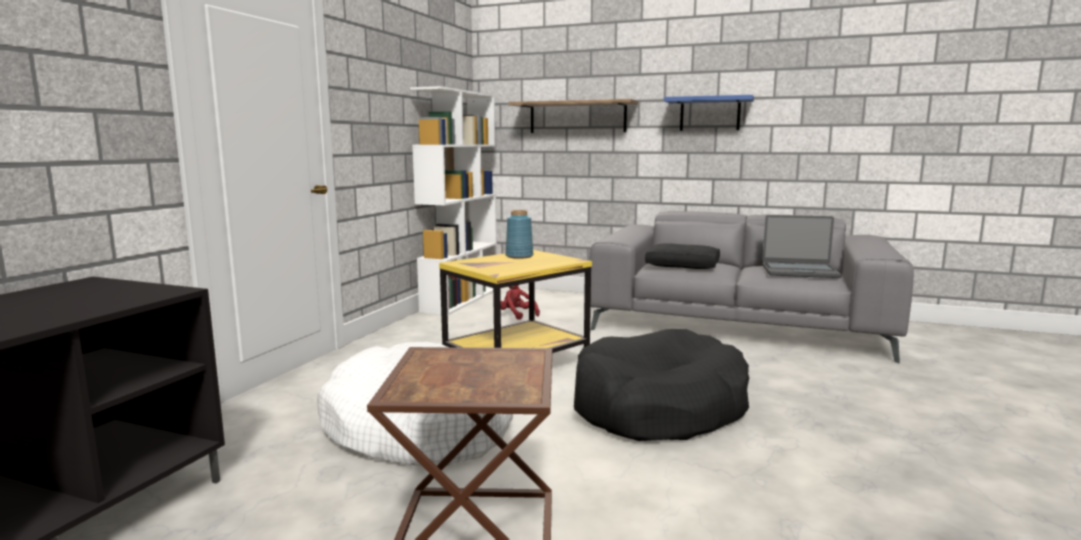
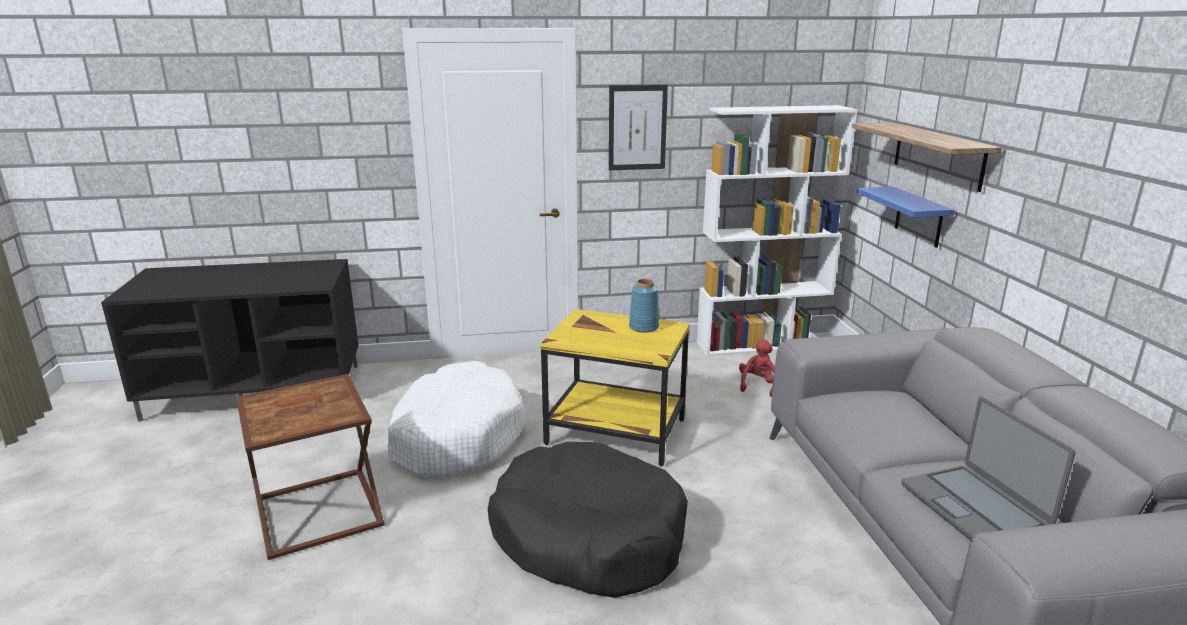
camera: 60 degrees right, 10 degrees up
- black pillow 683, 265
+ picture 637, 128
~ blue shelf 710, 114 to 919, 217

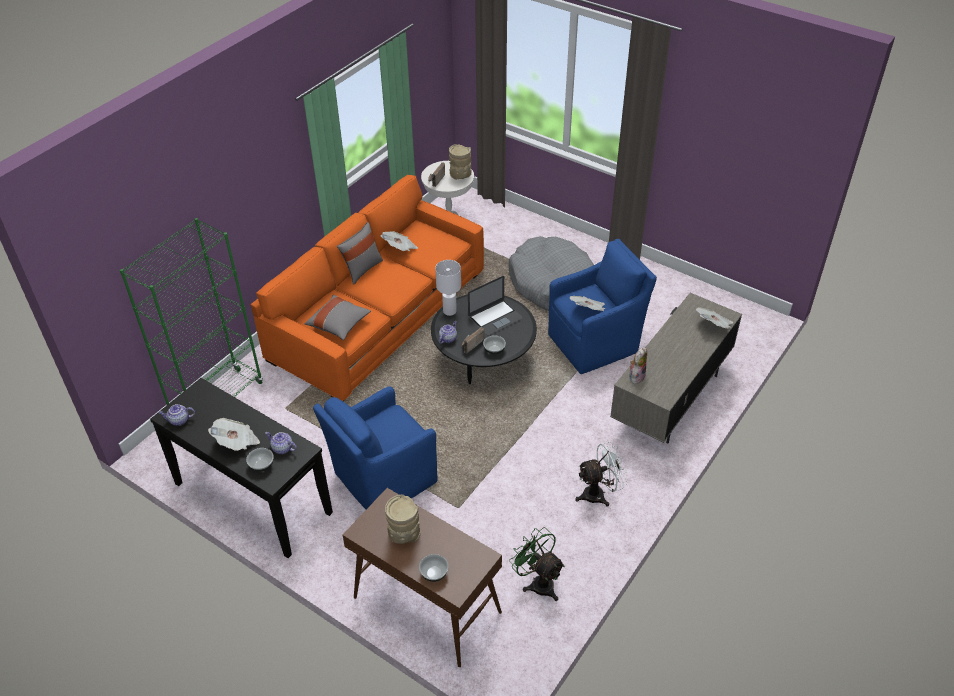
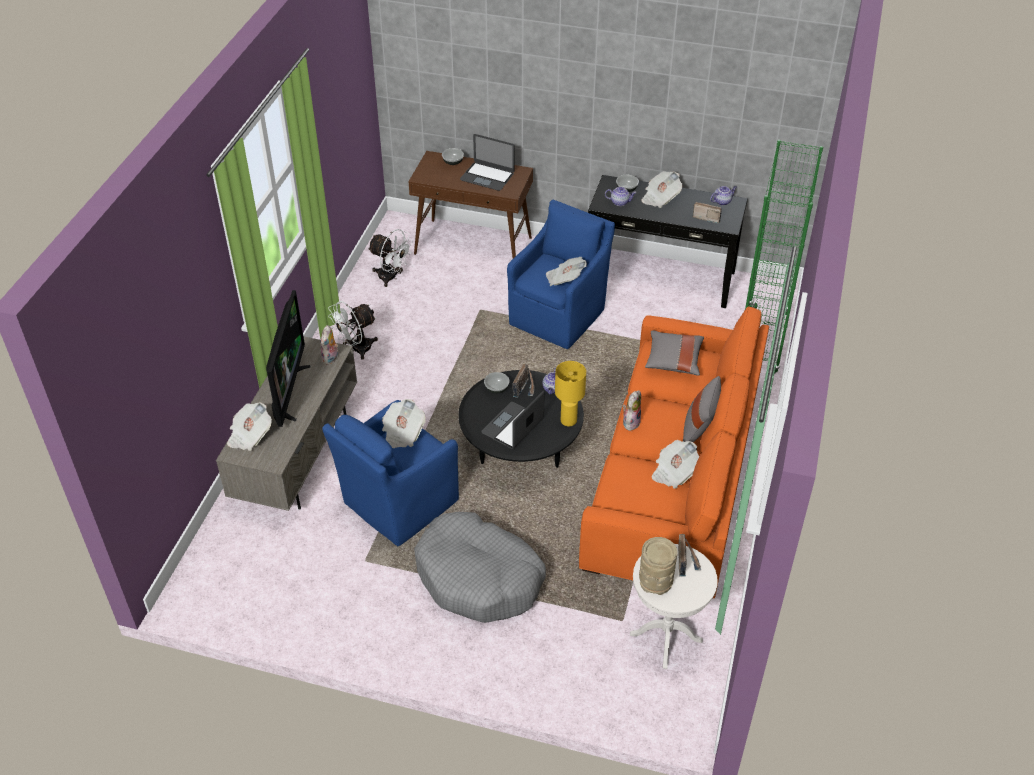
camera: 160 degrees right, 0 degrees up
+ television 288, 392
+ newspaper 564, 279
+ plush toy 630, 422
+ radio 706, 217
~ beige vase 403, 534 to laptop 487, 176
~ white table lamp 449, 311 to yellow table lamp 568, 420
~ green fan 538, 582 to white fan 391, 277

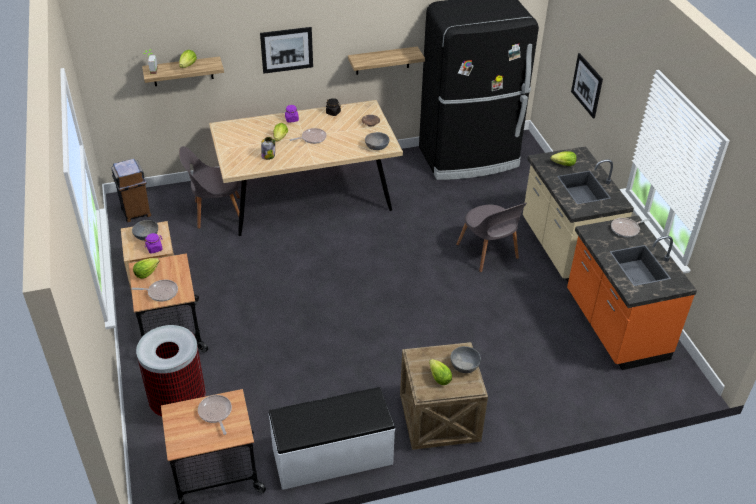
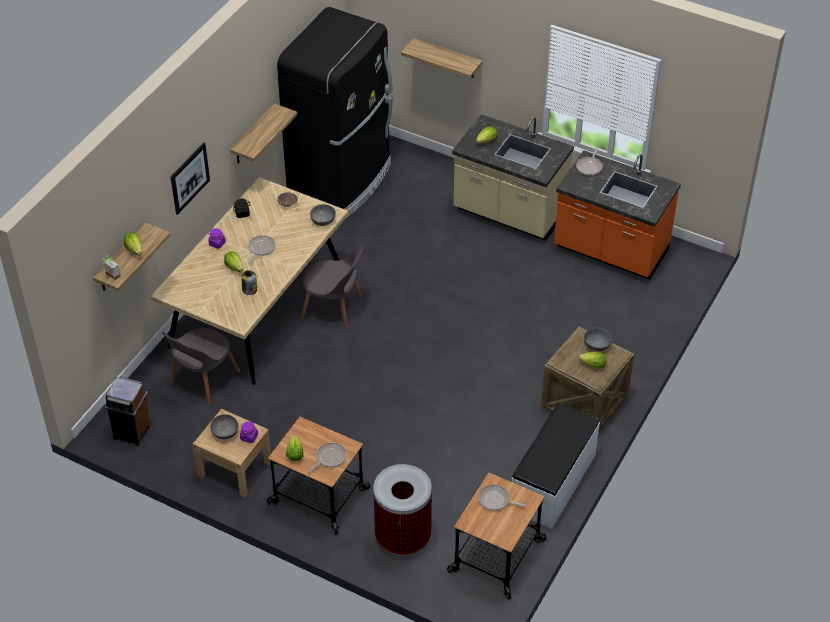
camera: 45 degrees left, 5 degrees up
~ grey chair 488, 253 to 334, 309
~ picture 587, 85 to shelf 447, 58

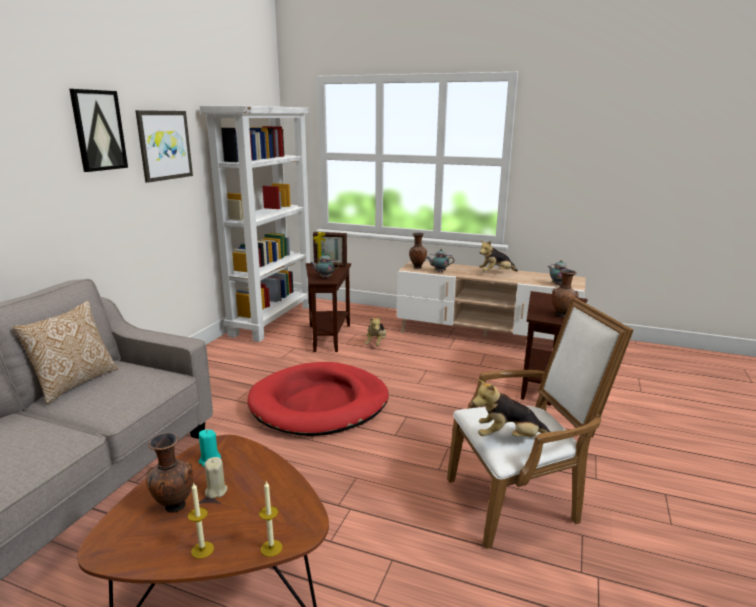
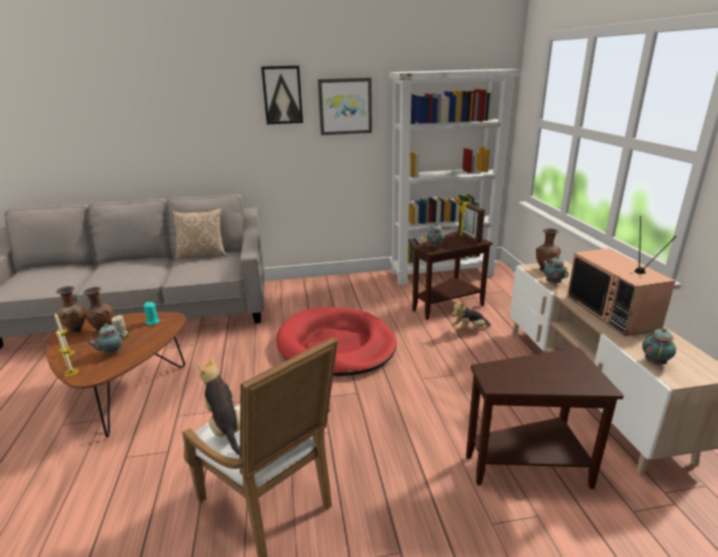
camera: 60 degrees right, 5 degrees up
+ teapot 112, 353
~ brown vase 562, 315 to 77, 330
~ plush toy 496, 273 to television 613, 312

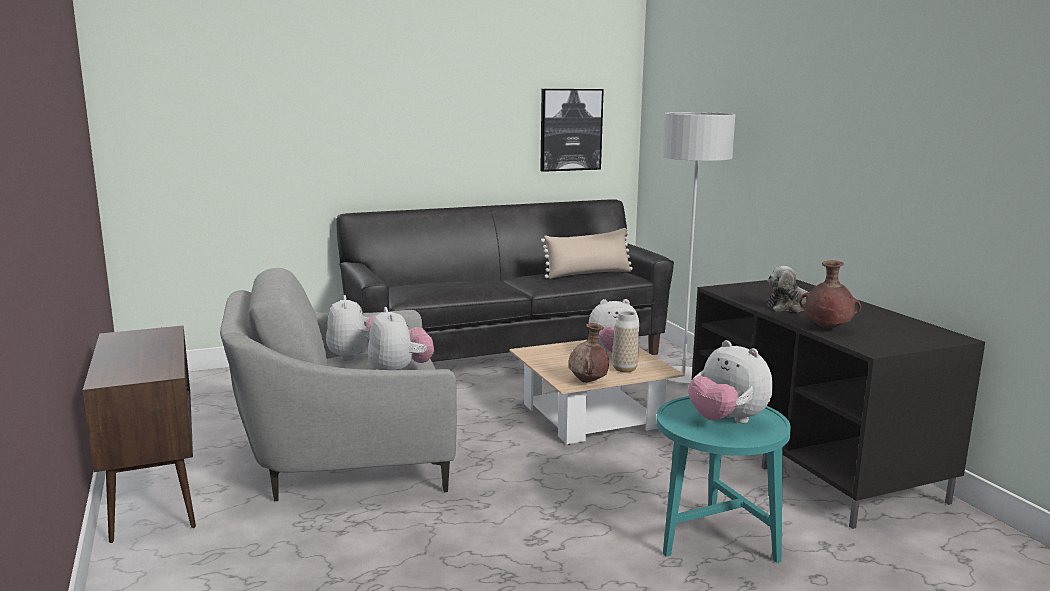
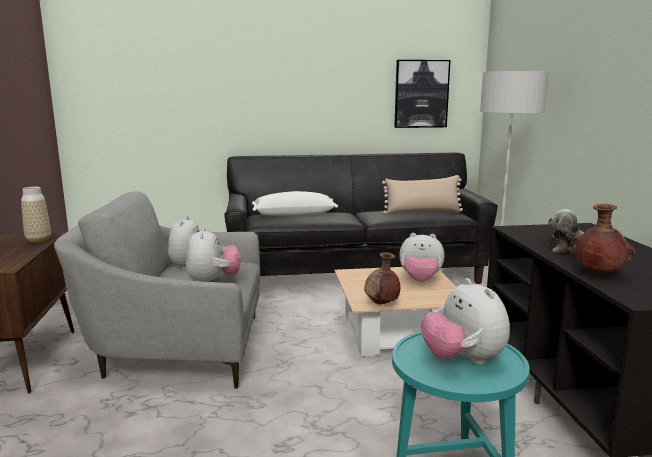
camera: 15 degrees right, 0 degrees up
+ white pillow 294, 214
~ vase 624, 369 to 38, 240

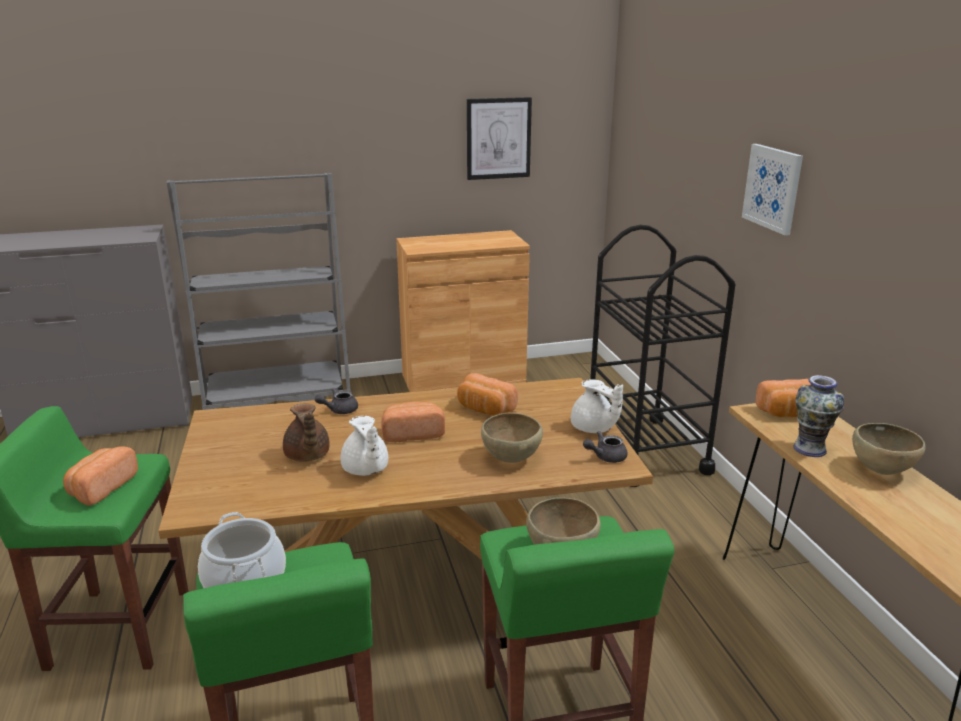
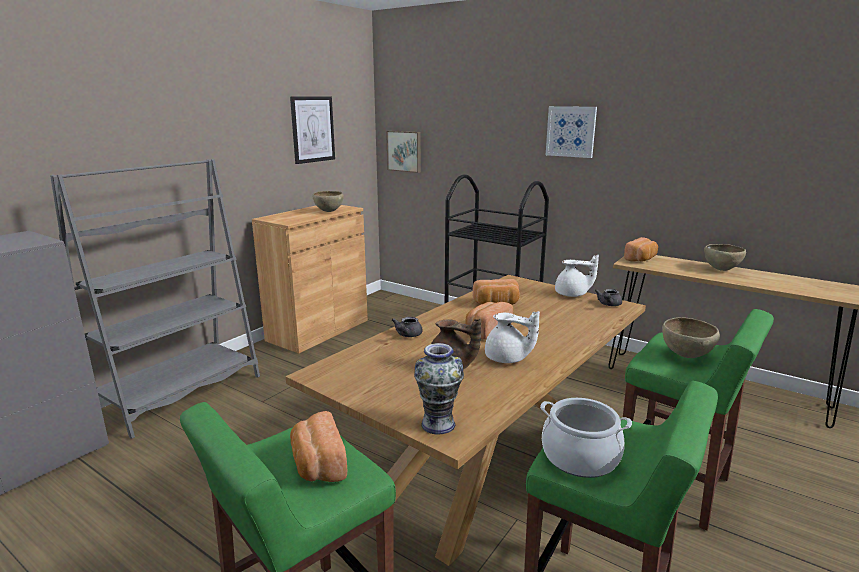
camera: 40 degrees left, 5 degrees down
+ picture 404, 151
~ brown bowl 511, 459 to 328, 212
~ vase 809, 449 to 438, 424

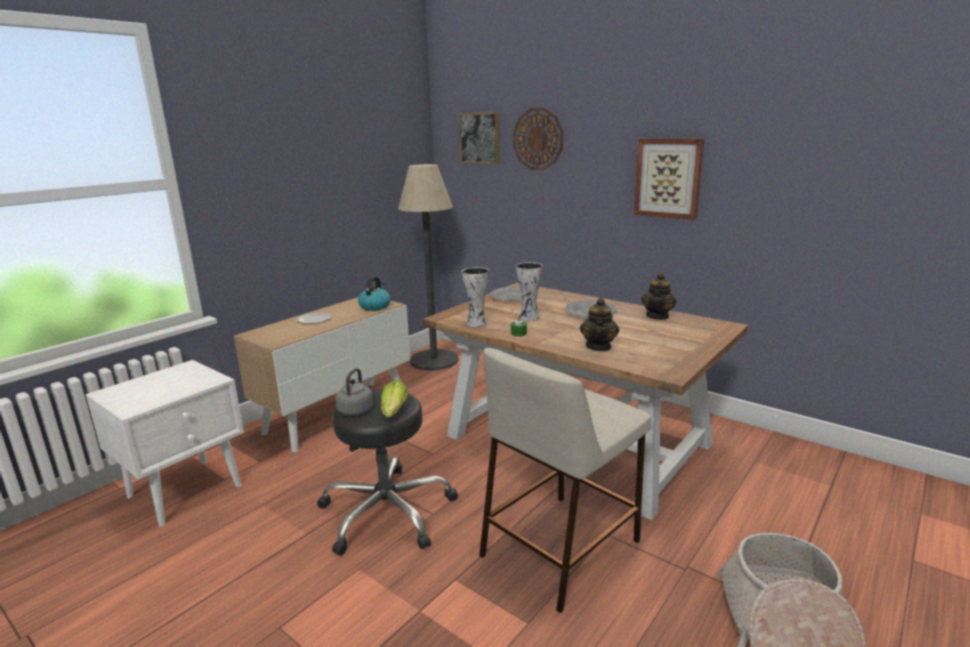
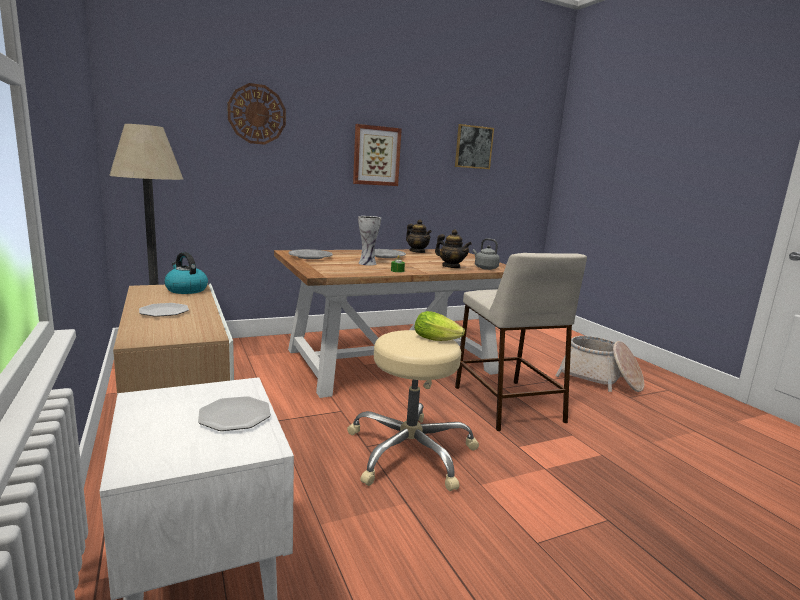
camera: 65 degrees left, 5 degrees down
- vase 477, 324
+ plate 235, 416
~ grey kettle 356, 409 to 485, 268
~ picture 480, 138 to 473, 147
~ black stool 387, 512 to beige stool 410, 452

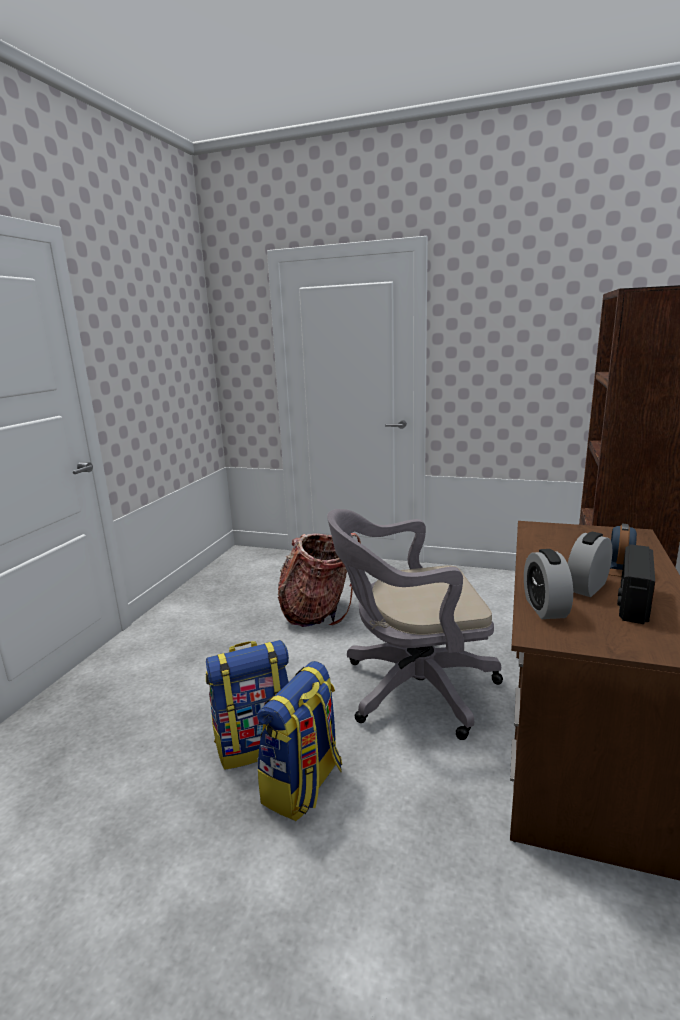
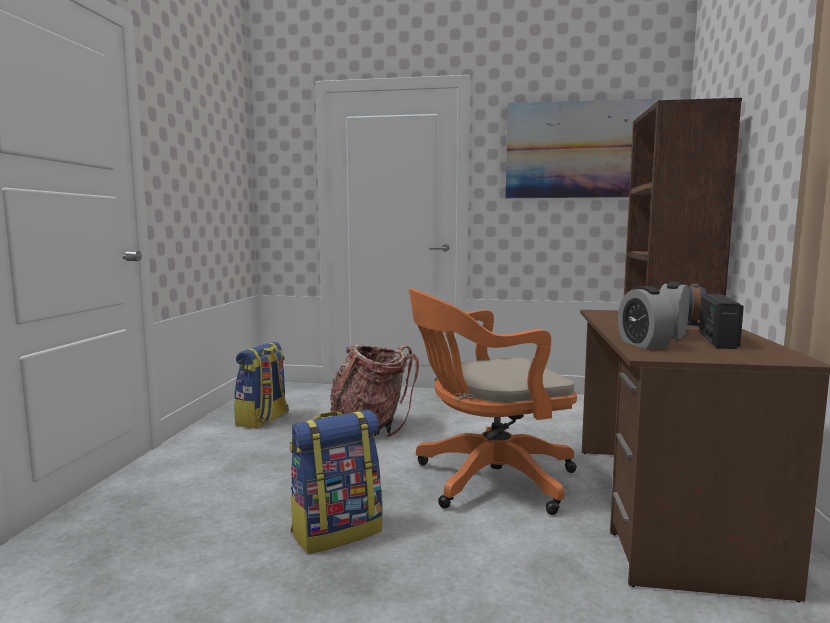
camera: 10 degrees left, 10 degrees down
+ picture 577, 150
~ backpack 303, 786 to 263, 420
~ grey office chair 411, 688 to orange office chair 487, 480

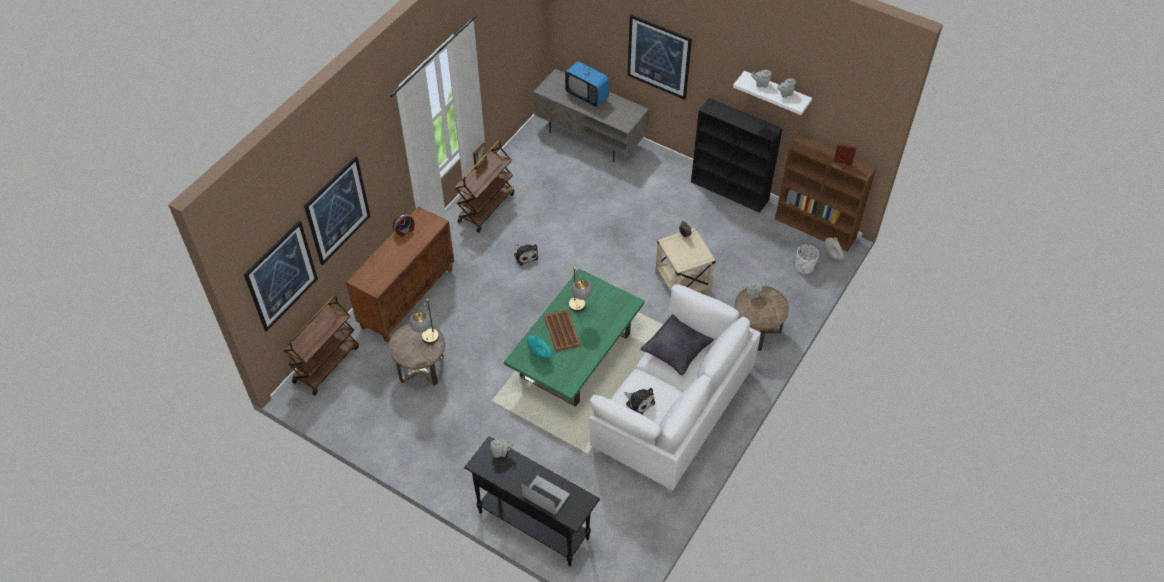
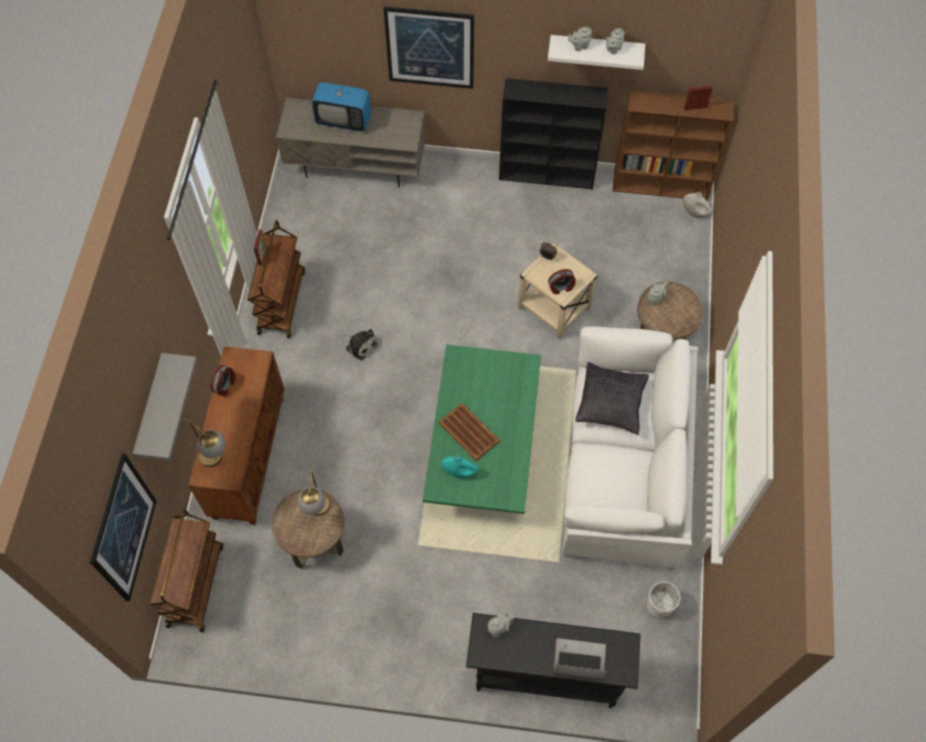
camera: 25 degrees left, 10 degrees up
- plush toy 639, 402
+ alarm clock 561, 288
~ table lamp 580, 309 to 217, 461
~ white planter 804, 267 to 659, 605
~ picture 337, 210 to grey shelf 151, 409

